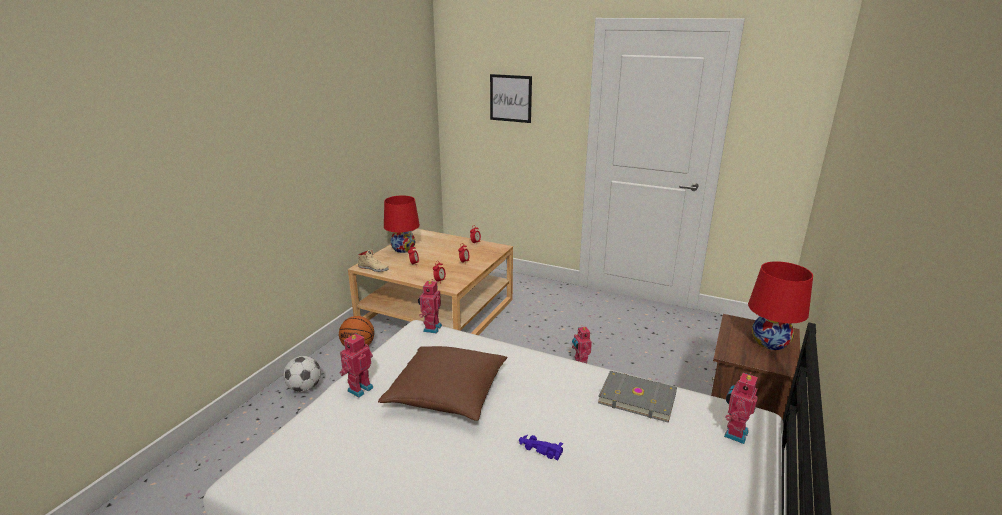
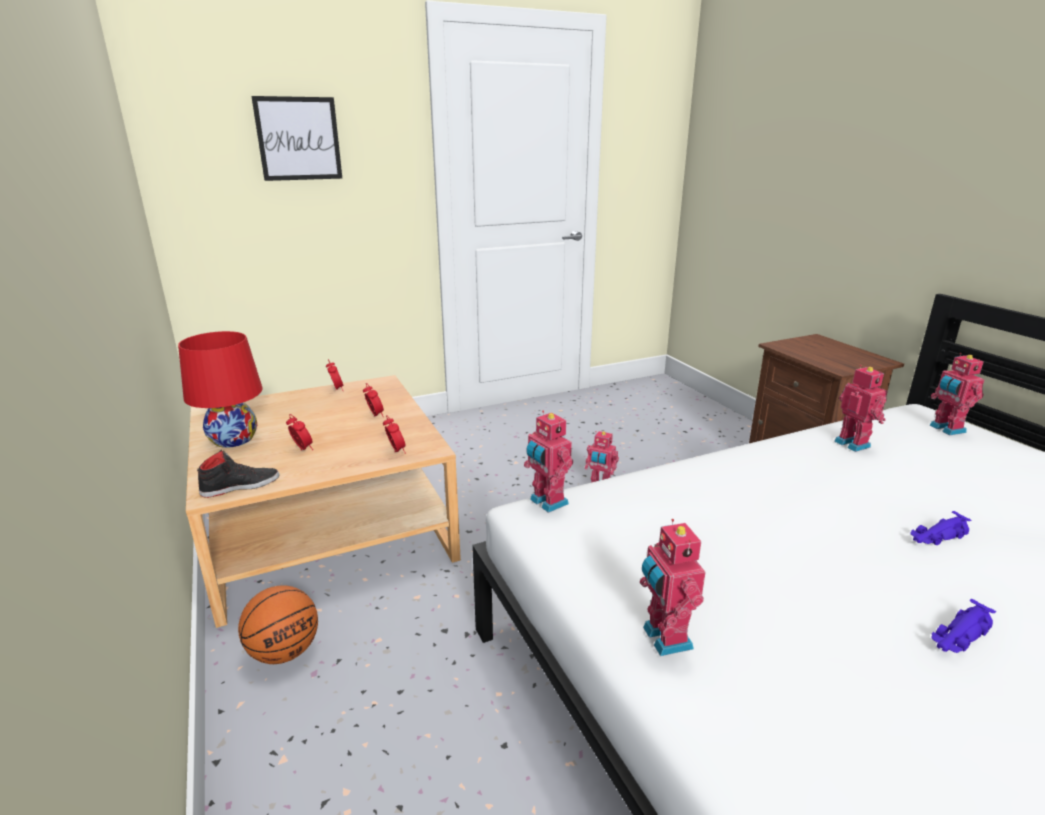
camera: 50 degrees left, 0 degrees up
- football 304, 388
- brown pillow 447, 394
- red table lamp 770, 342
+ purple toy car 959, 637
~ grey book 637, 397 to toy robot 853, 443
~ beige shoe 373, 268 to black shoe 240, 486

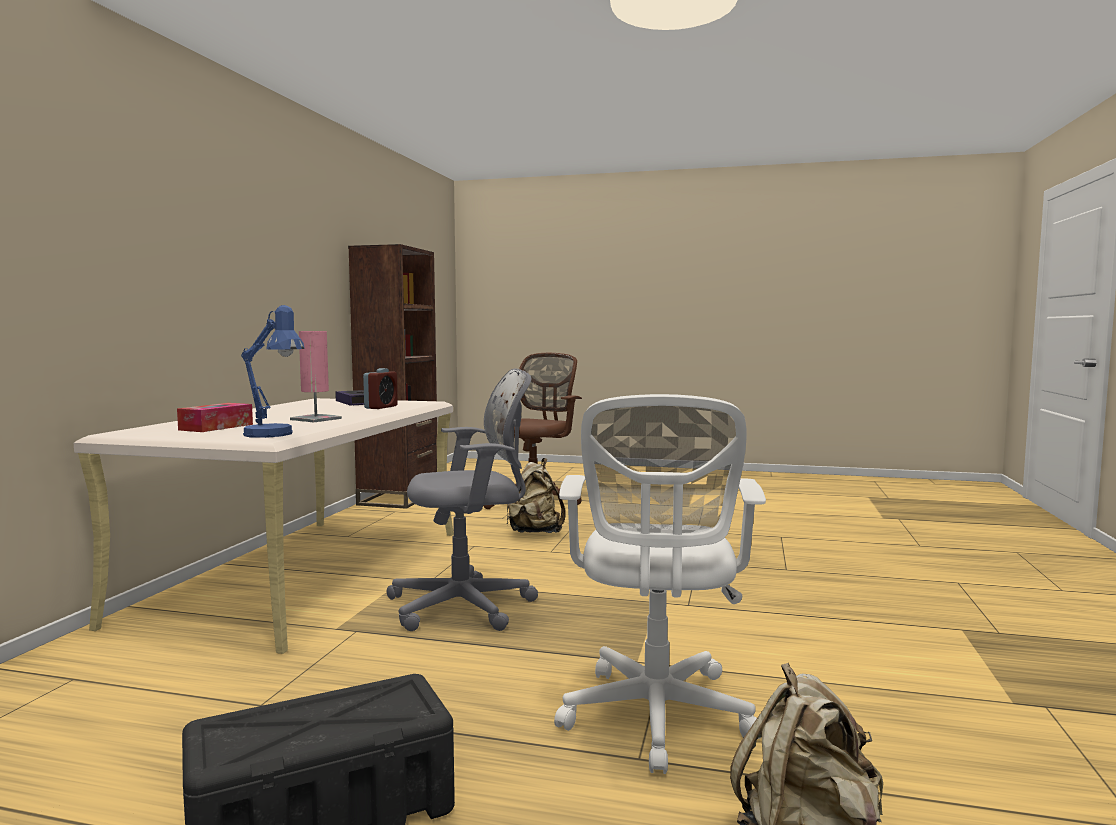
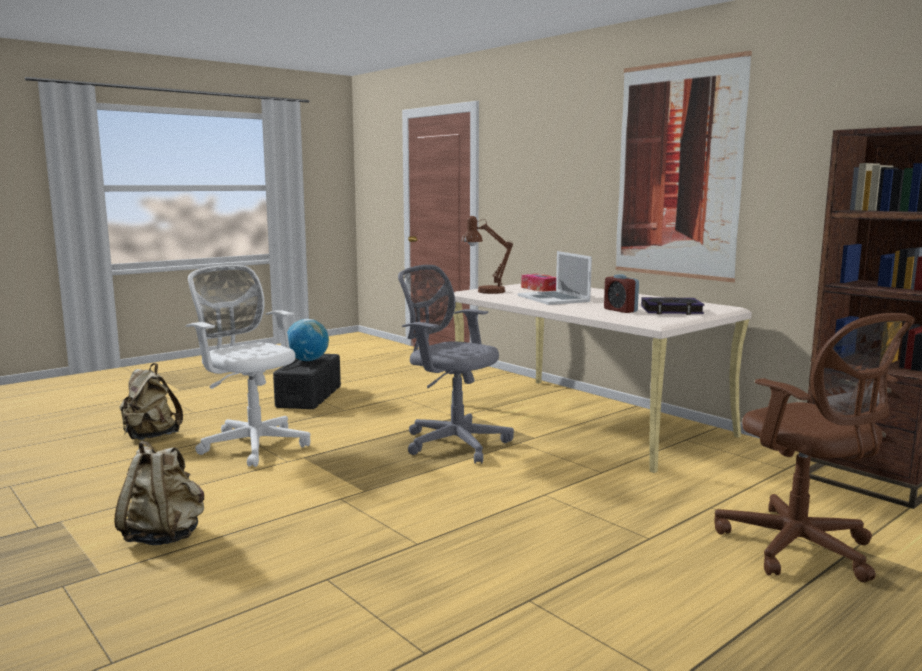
camera: 125 degrees right, 5 degrees up
+ globe 308, 360
+ picture 677, 171
~ beige backpack 535, 532 to 165, 536
~ pink table lamp 316, 419 to laptop 553, 298
~ blue table lamp 274, 435 to brown table lamp 485, 292
~ grey office chair 468, 606 = 452, 442 105 degrees clockwise

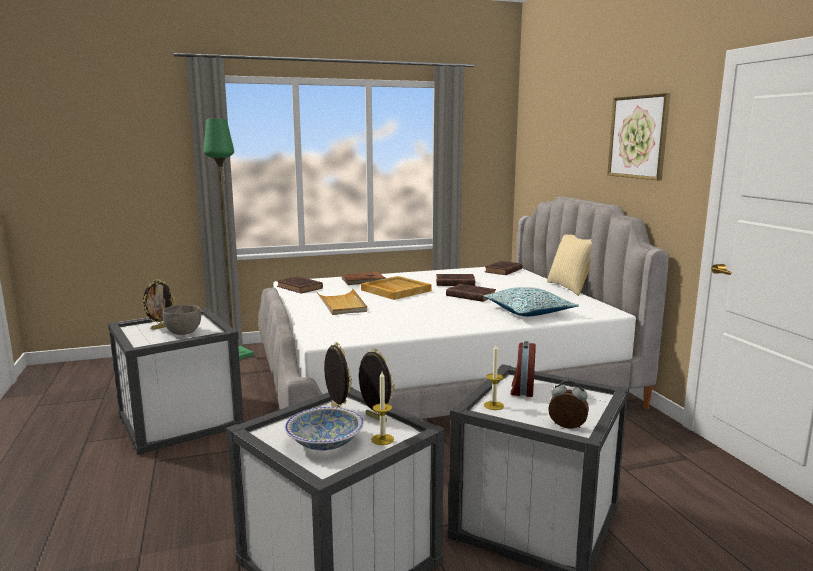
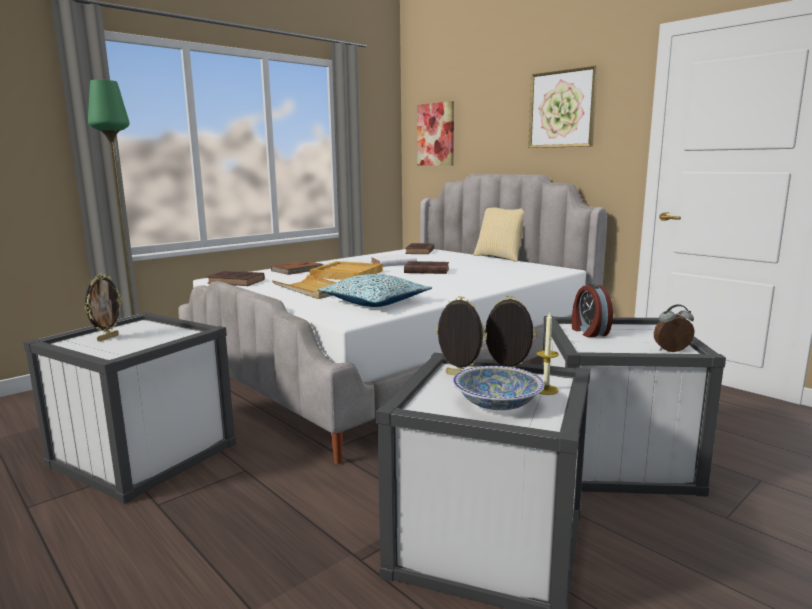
camera: 25 degrees left, 0 degrees up
- grey bowl 183, 333
- candle 493, 405
+ picture 436, 134
~ pillow 528, 311 to 375, 302
~ brown book 454, 283 to white book 392, 263

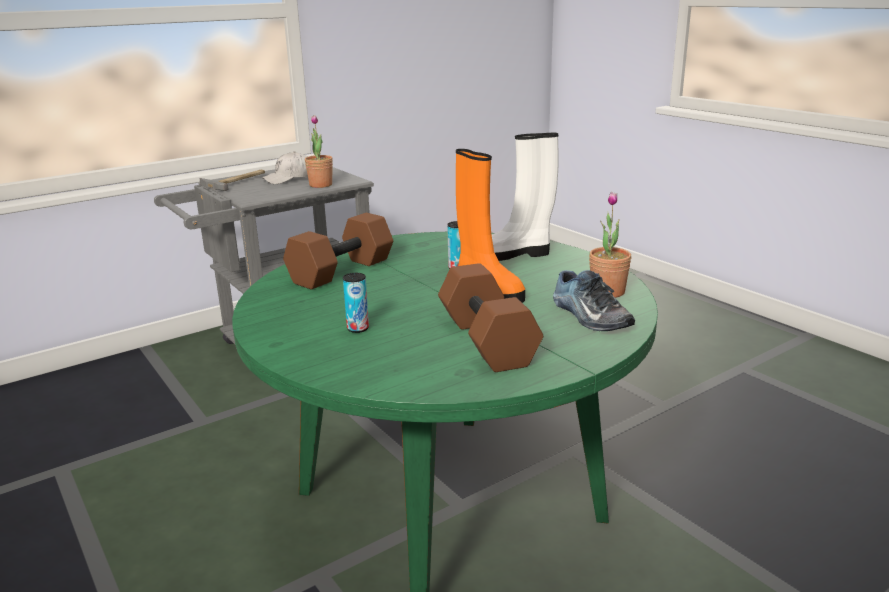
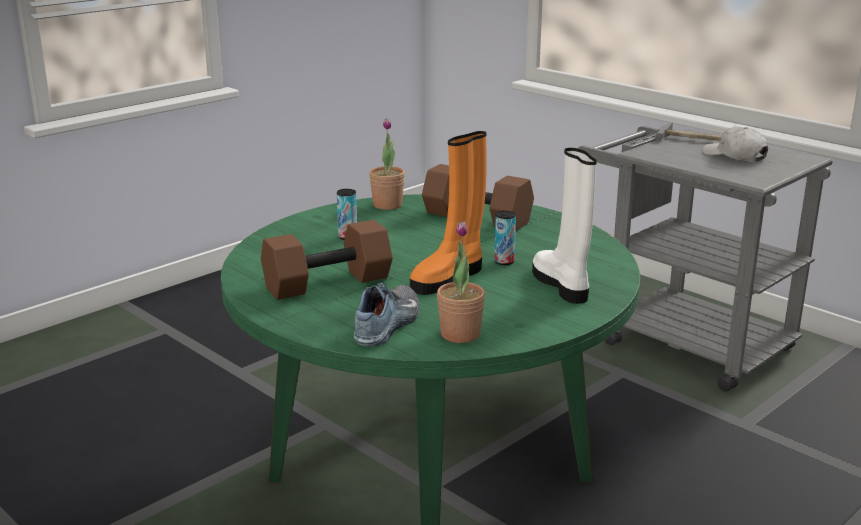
camera: 80 degrees right, 0 degrees up
~ potted plant 320, 185 to 387, 205
~ shoe 588, 316 = 389, 324 150 degrees clockwise

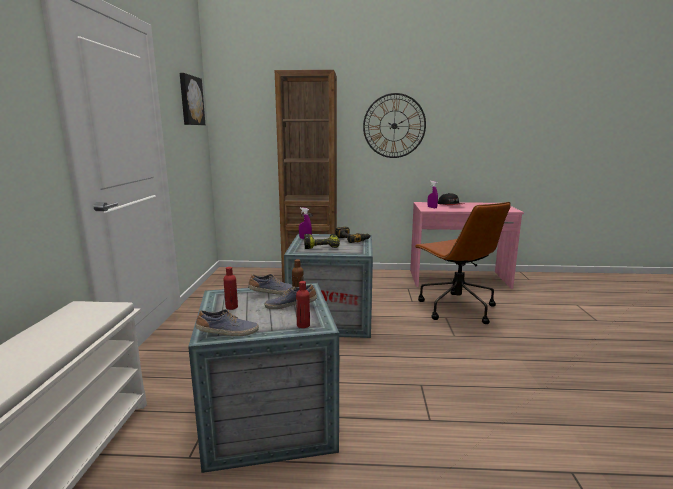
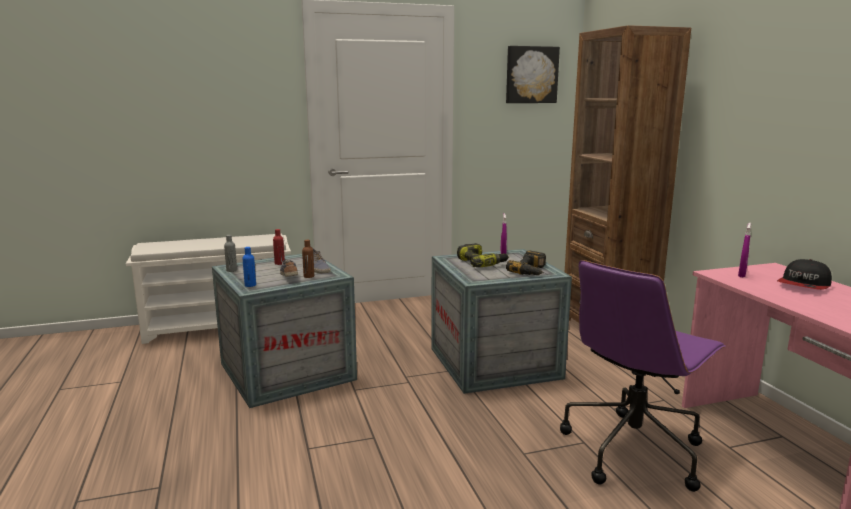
camera: 70 degrees right, 0 degrees up
- wall clock 394, 126
~ shoe 228, 333 to grey bottle 231, 270
~ red bottle 303, 325 to blue bottle 250, 285
~ brown office chair 455, 308 to purple office chair 633, 449

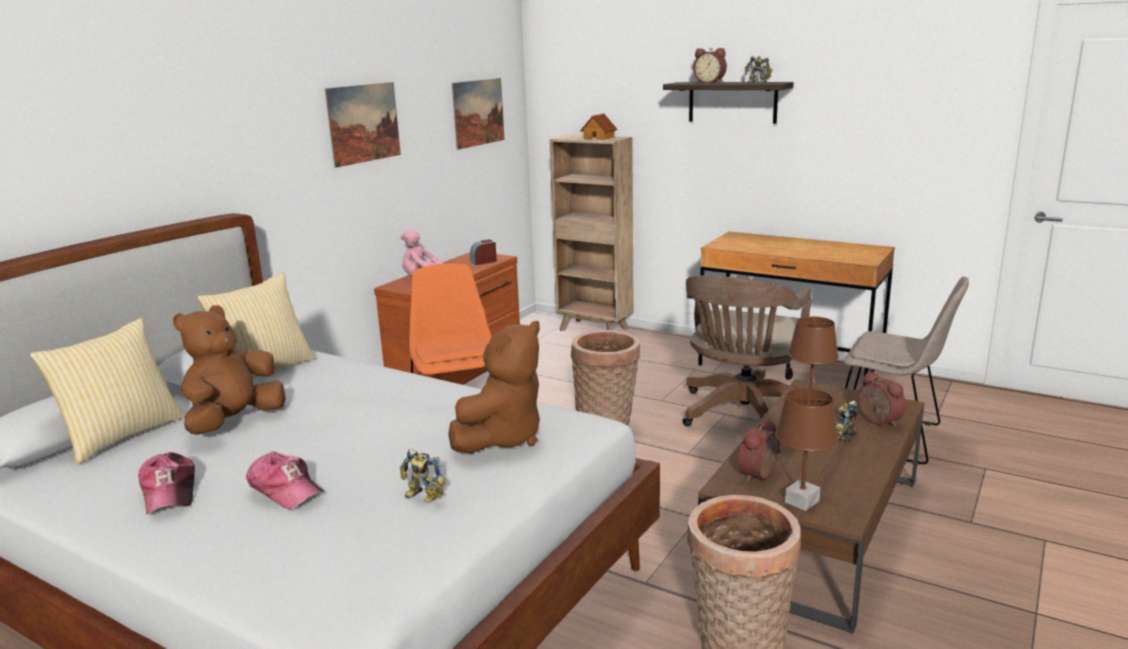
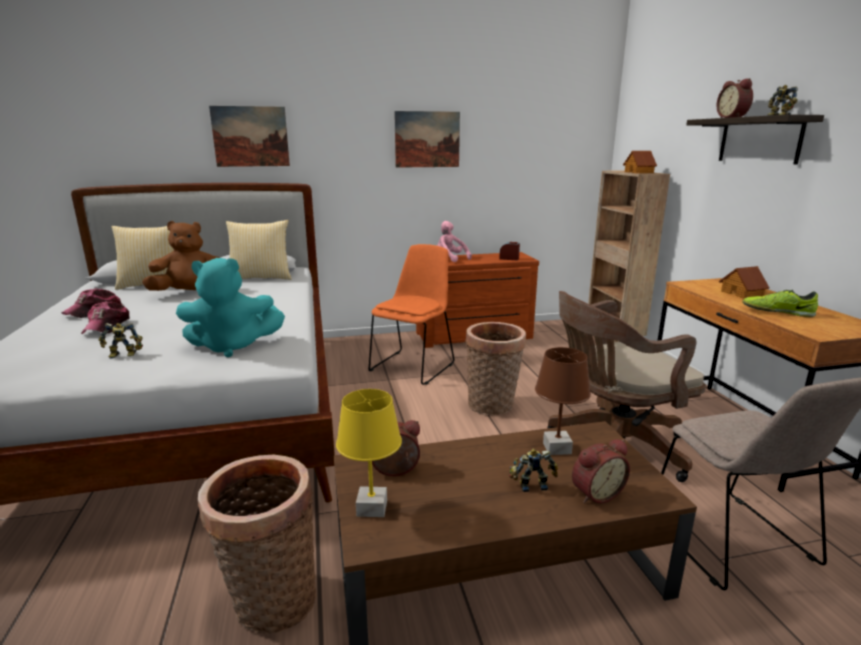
camera: 45 degrees right, 0 degrees up
+ toy house 742, 293
+ shoe 777, 312
~ picture 478, 112 to 250, 136
~ brown plush toy 503, 438 to turquoise plush toy 232, 346
~ brown table lamp 801, 501 to yellow table lamp 372, 508
~ toy robot 422, 497 = 123, 355 90 degrees counterclockwise
~ alarm clock 877, 422 = 595, 493 45 degrees clockwise

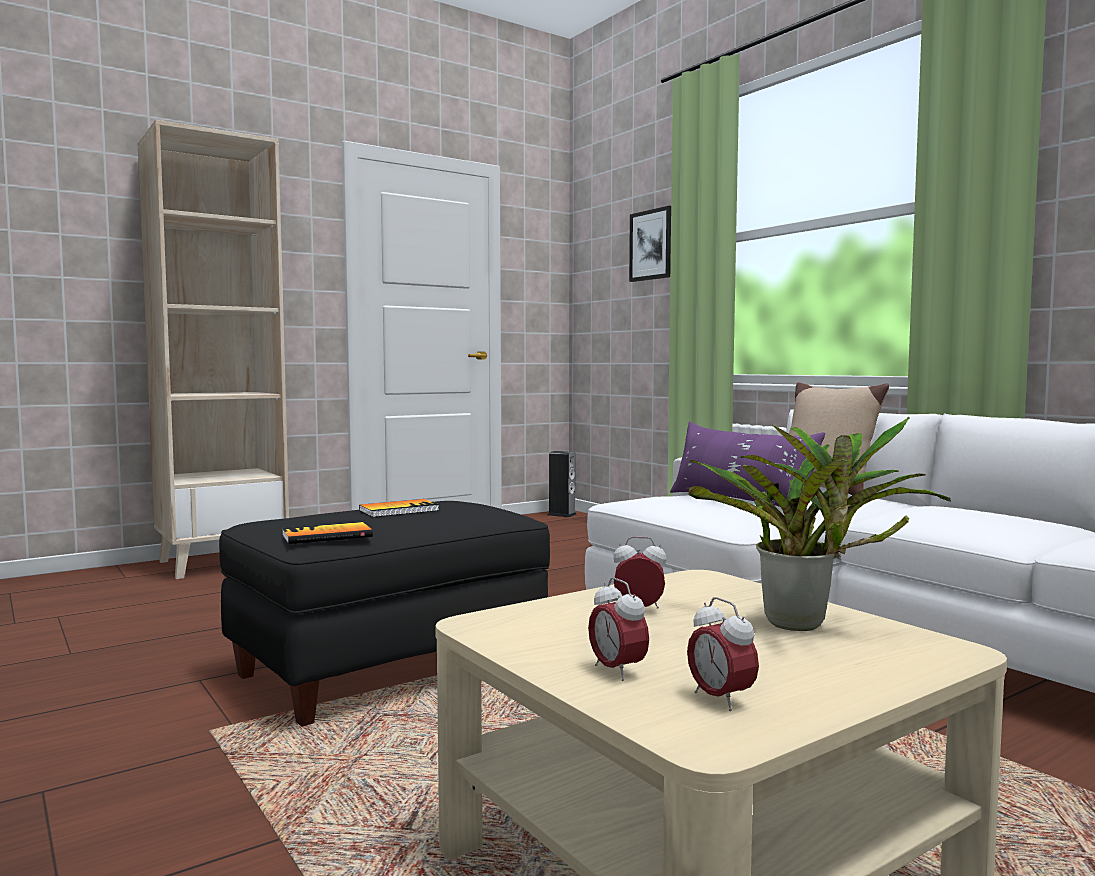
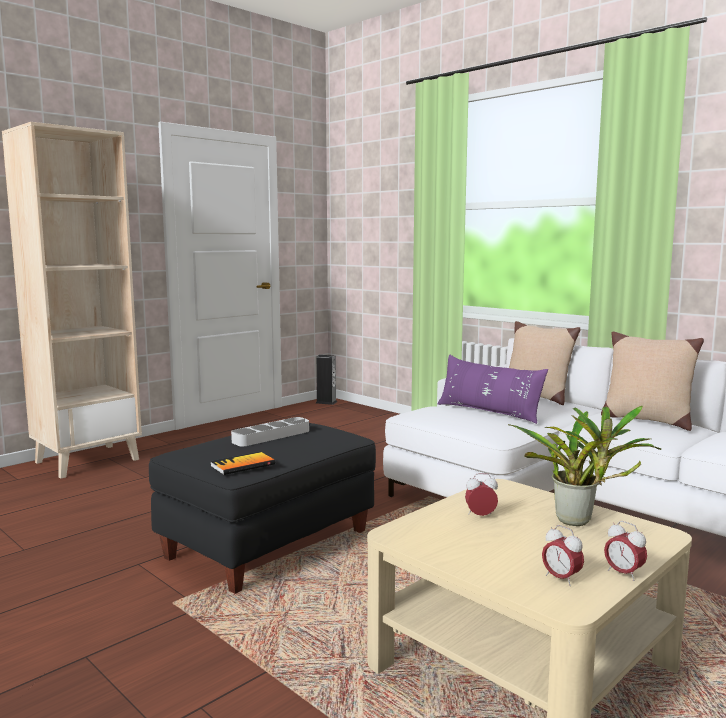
camera: 10 degrees left, 5 degrees up
- picture 652, 245
+ beige pillow 646, 420
~ alarm clock 617, 671 to 623, 574
~ book 399, 510 to grey tray 271, 436

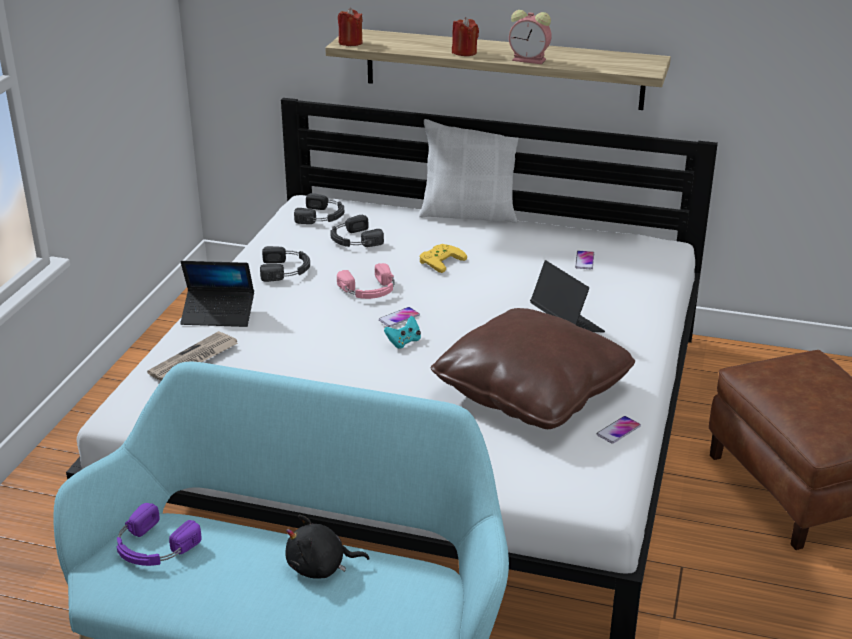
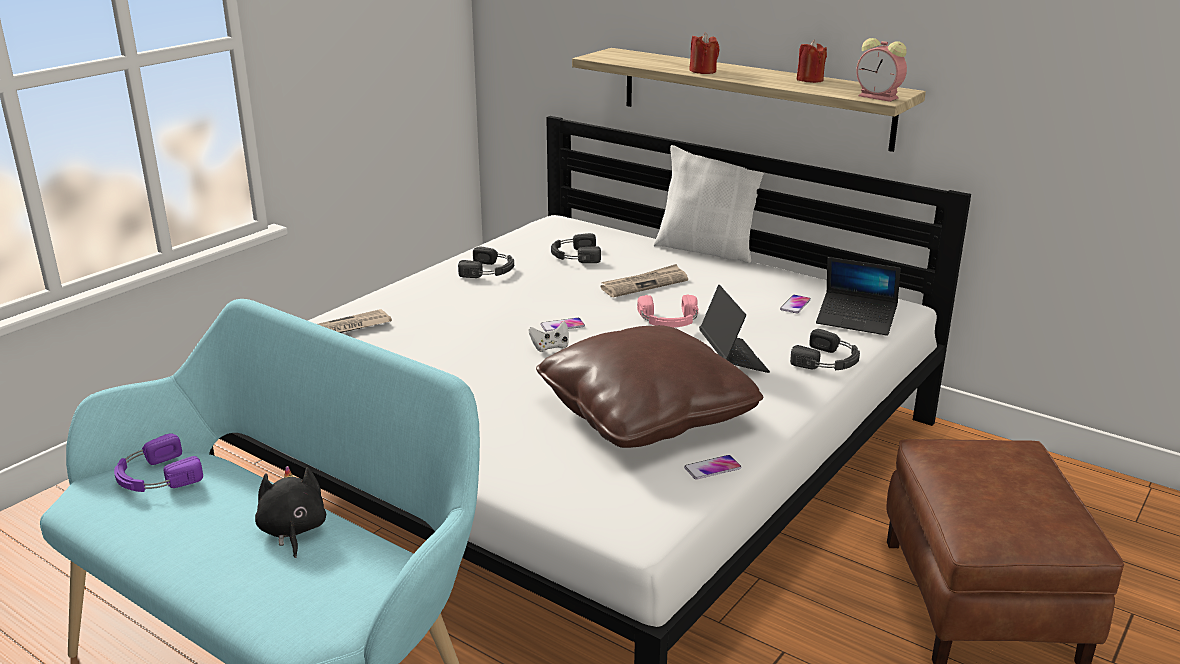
camera: 20 degrees right, 5 degrees down
~ laptop 218, 315 to 856, 320
~ black headphones 322, 216 to 828, 361
~ pink headphones 369, 290 to 669, 320
~ red candle 350, 42 to 809, 80
~ alarm clock 530, 60 to 880, 97
~ yellow game controller 439, 260 to newspaper 644, 284
~ turquoise game controller 404, 342 to white game controller 550, 347
~ black plush toy 321, 567 = 292, 531 60 degrees clockwise

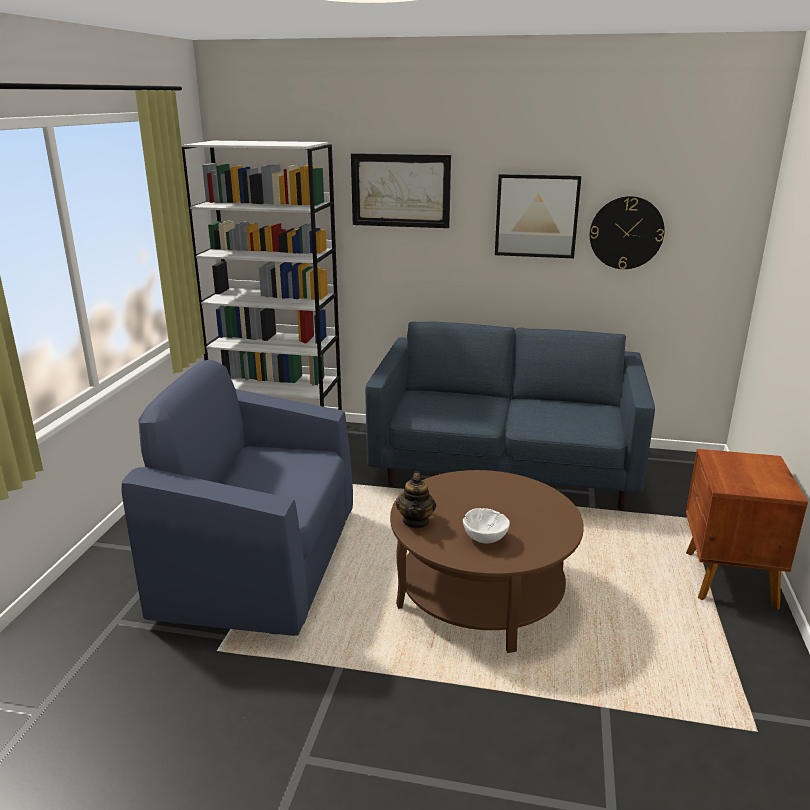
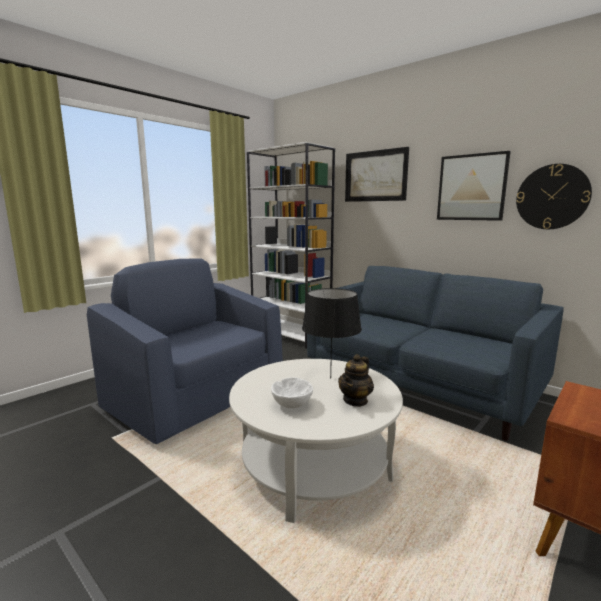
camera: 30 degrees right, 10 degrees down
+ black table lamp 330, 378
~ teapot 416, 521 to 355, 400
~ brown coffee table 481, 593 to white coffee table 314, 464

